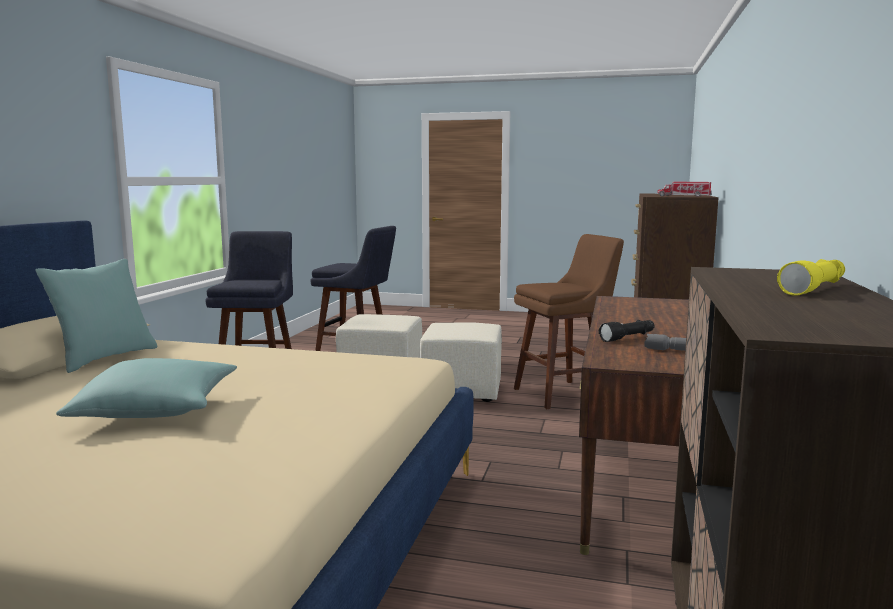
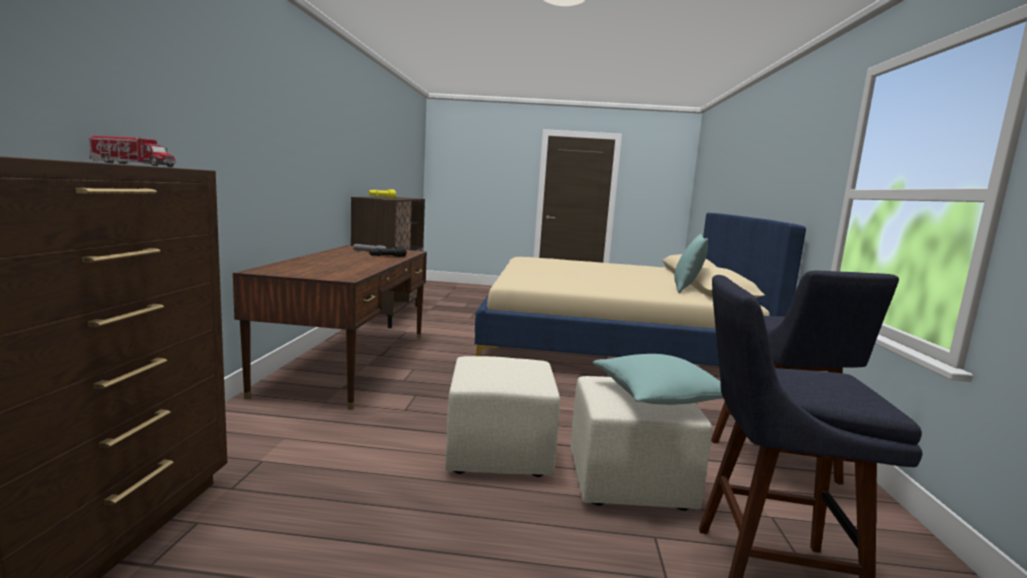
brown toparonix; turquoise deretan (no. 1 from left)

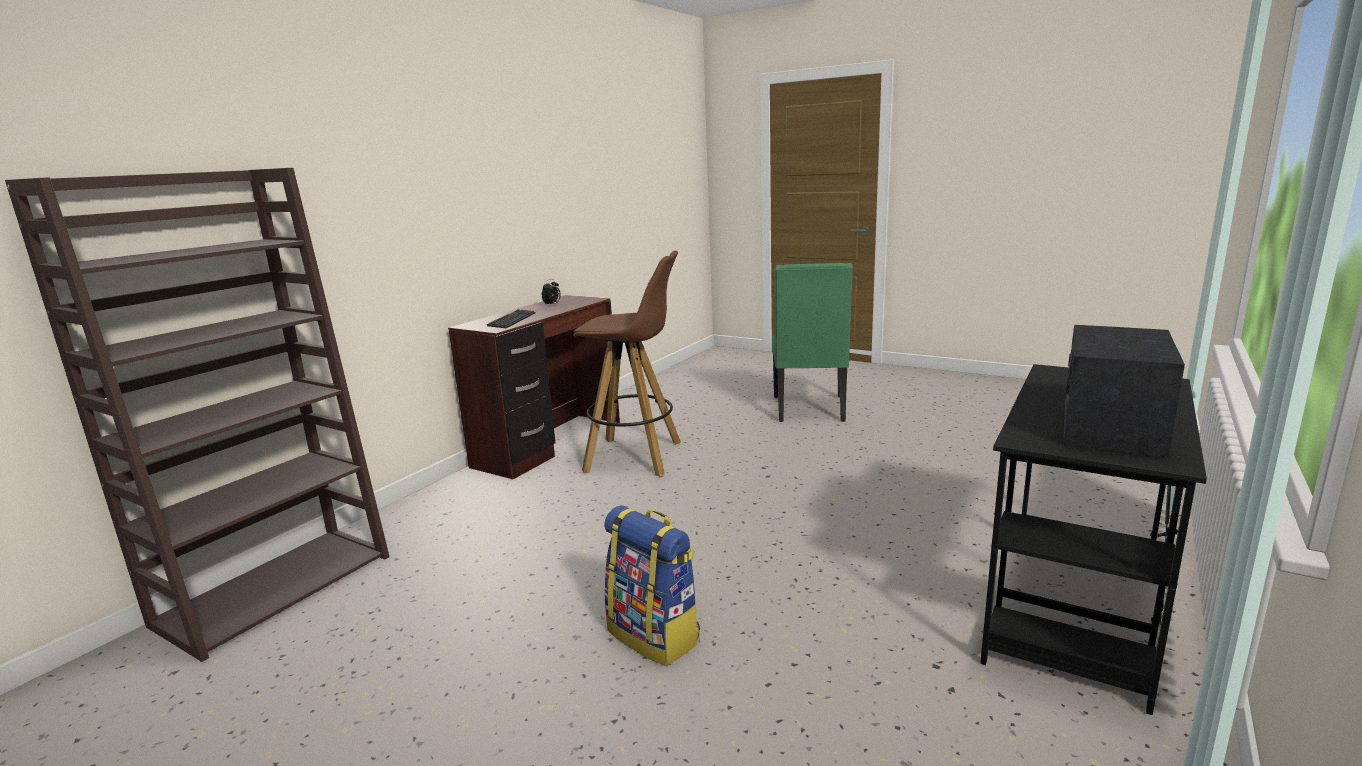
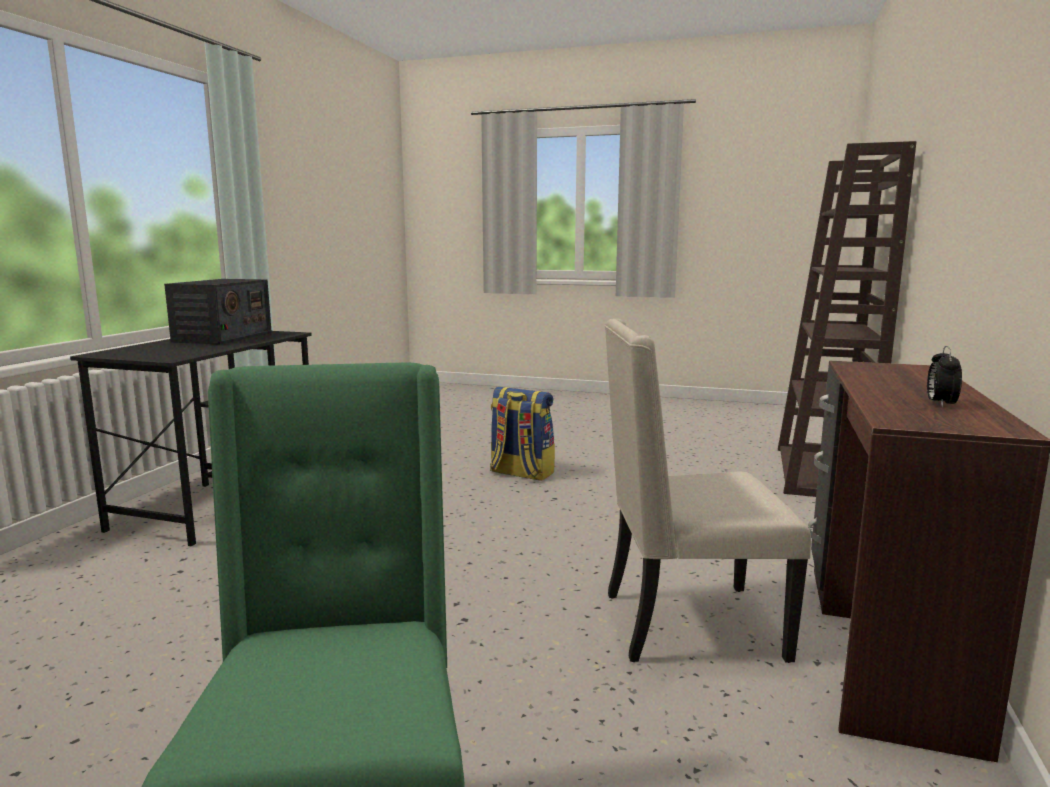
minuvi; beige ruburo

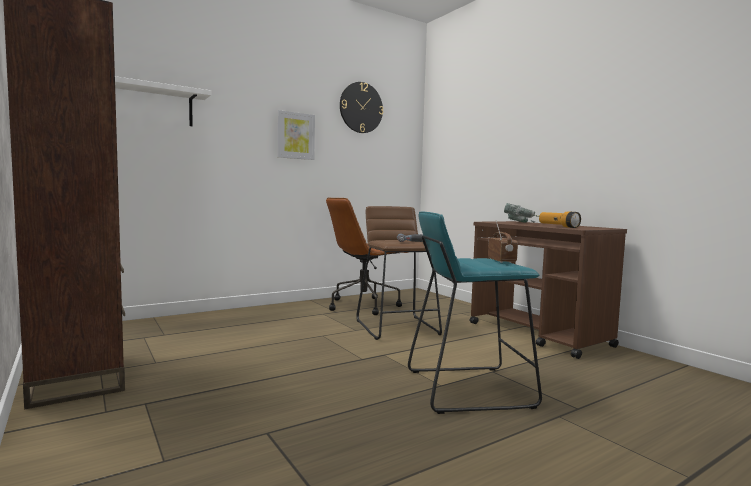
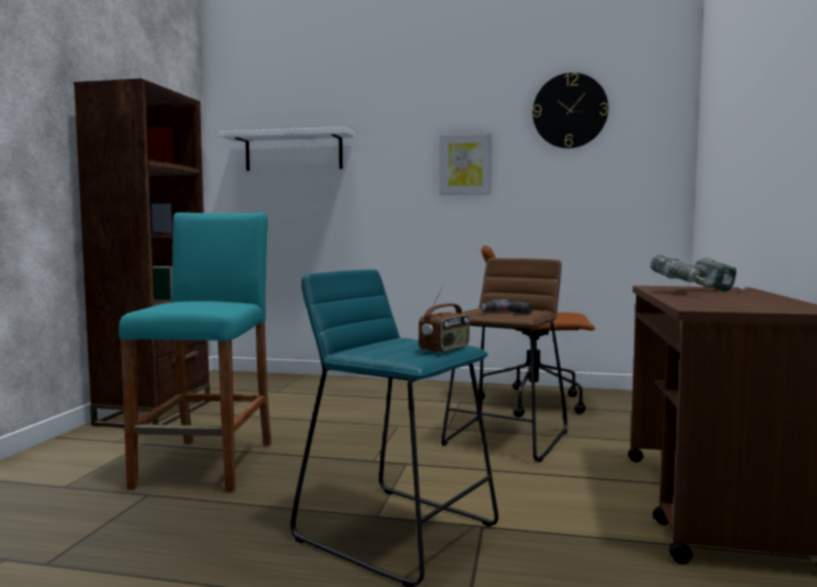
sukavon; turquoise toparonix (no. 1 from left)

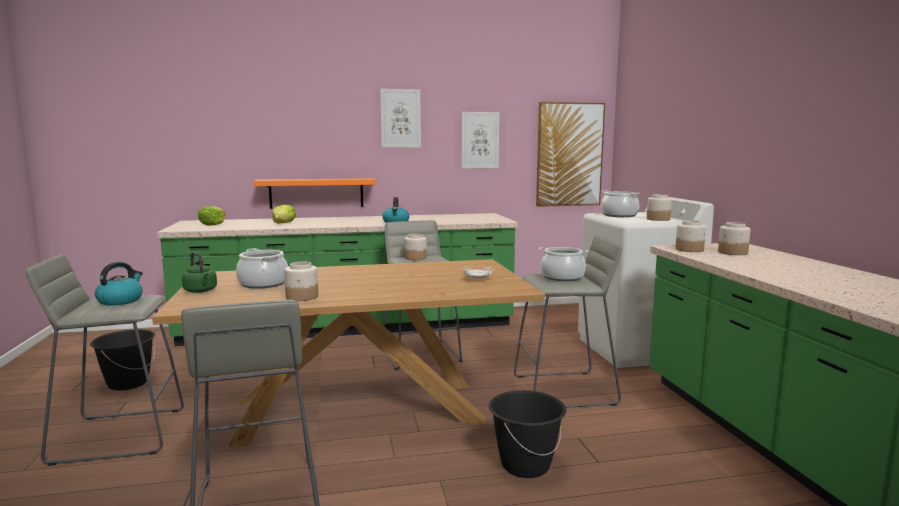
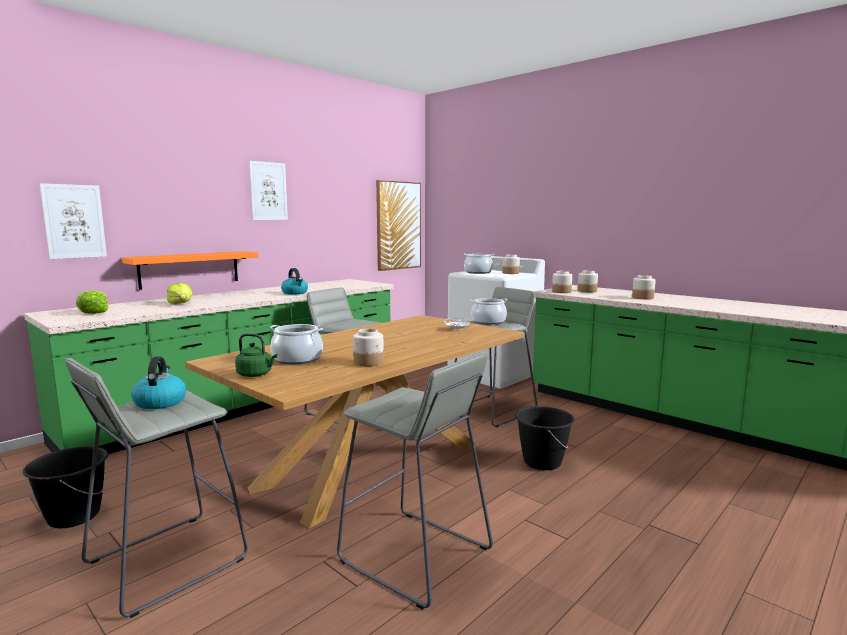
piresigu (no. 5 from left); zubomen (no. 1 from left)

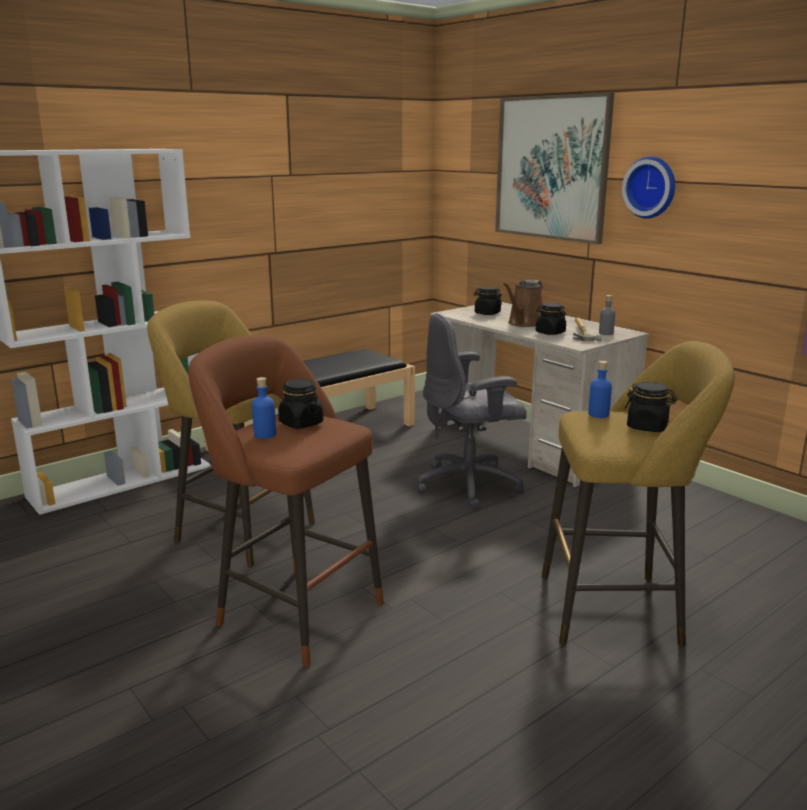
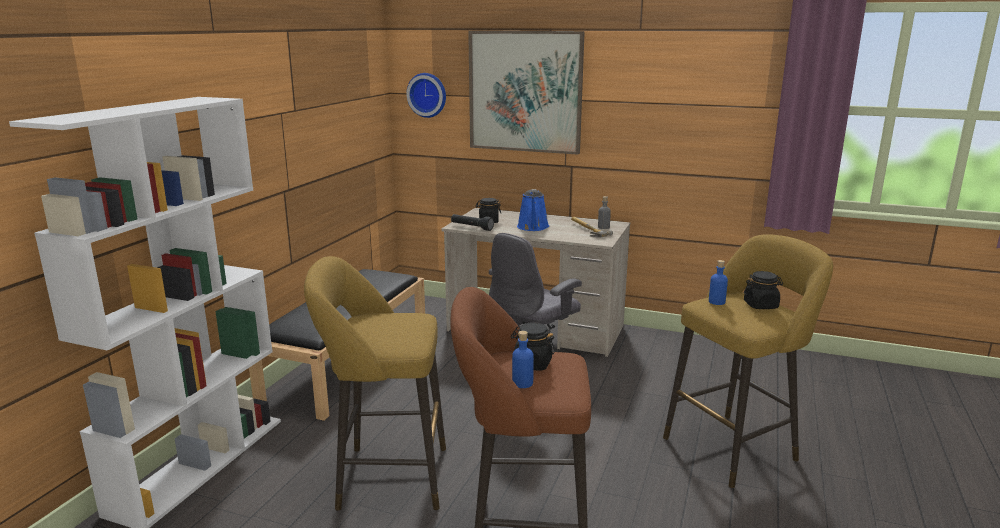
black piresigu (no. 3 from left in the first image); black sukavon; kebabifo; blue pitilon

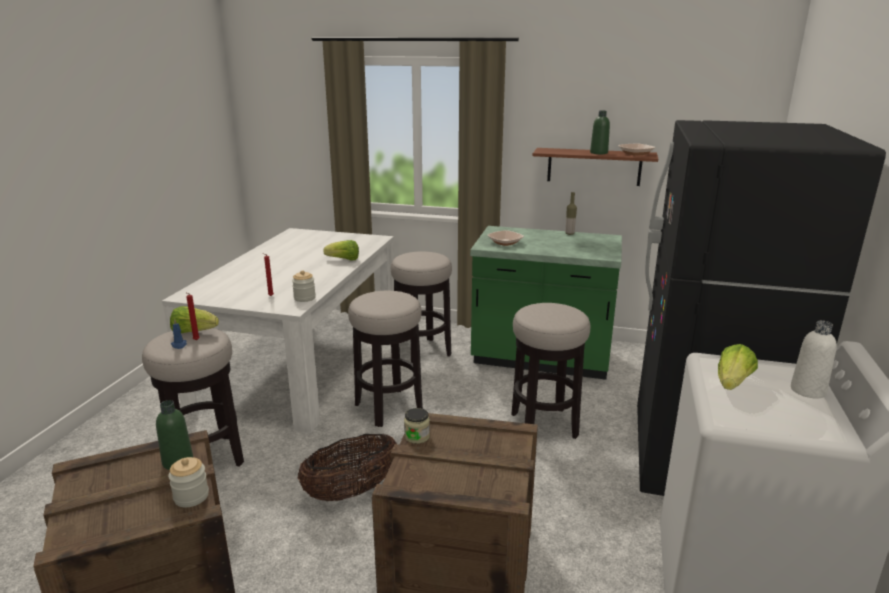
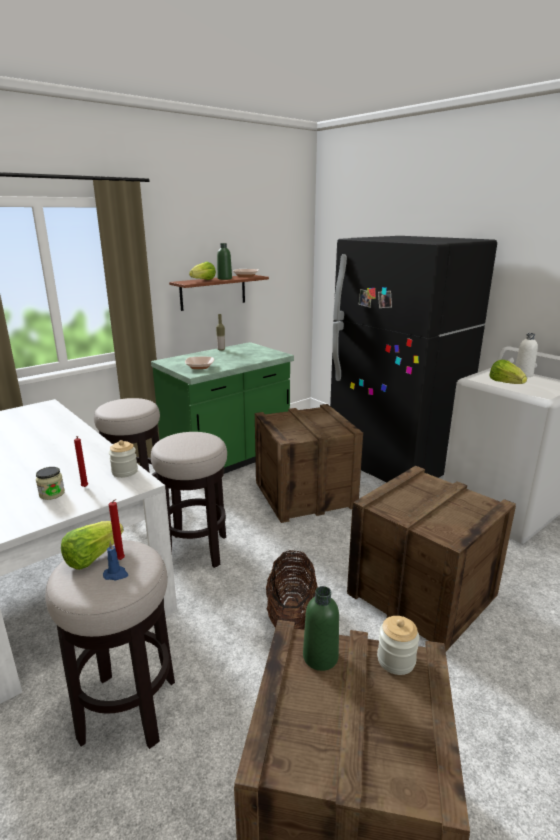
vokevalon (no. 2 from left); piresigu (no. 1 from left); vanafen (no. 1 from left)

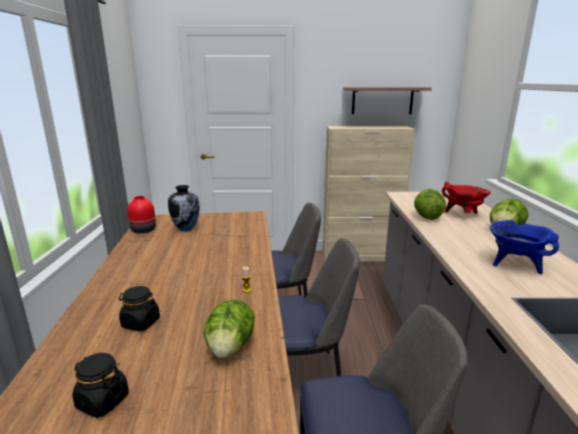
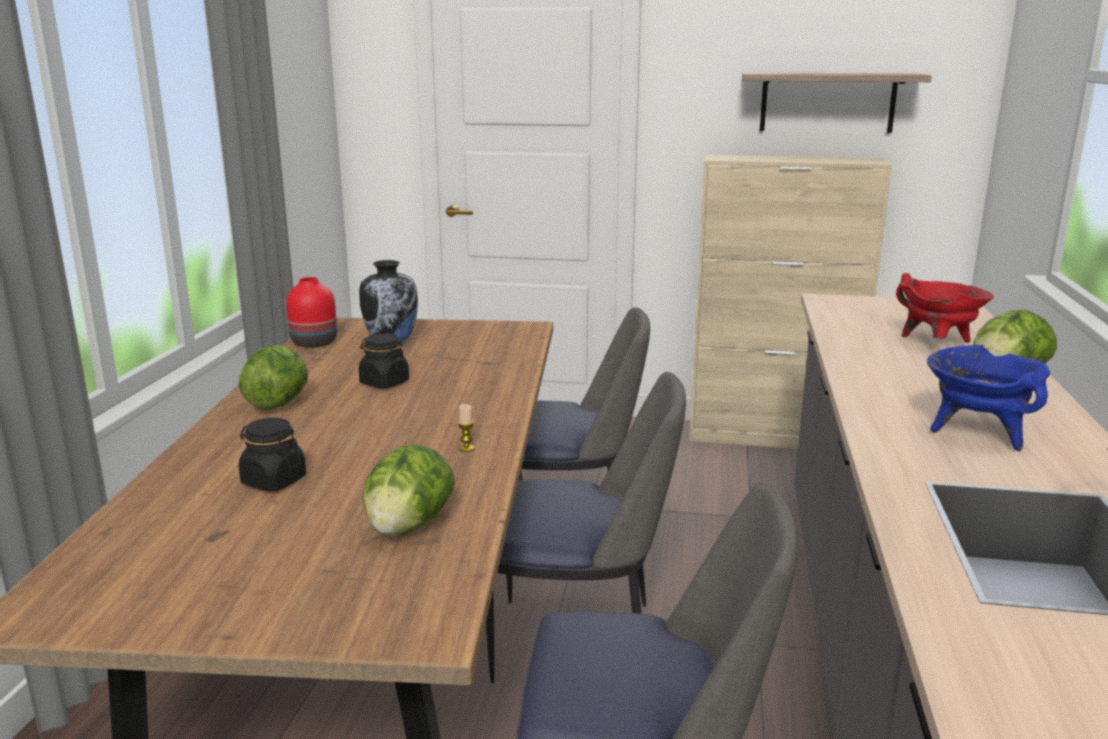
black piresigu (no. 2 from left); vokevalon (no. 1 from left)

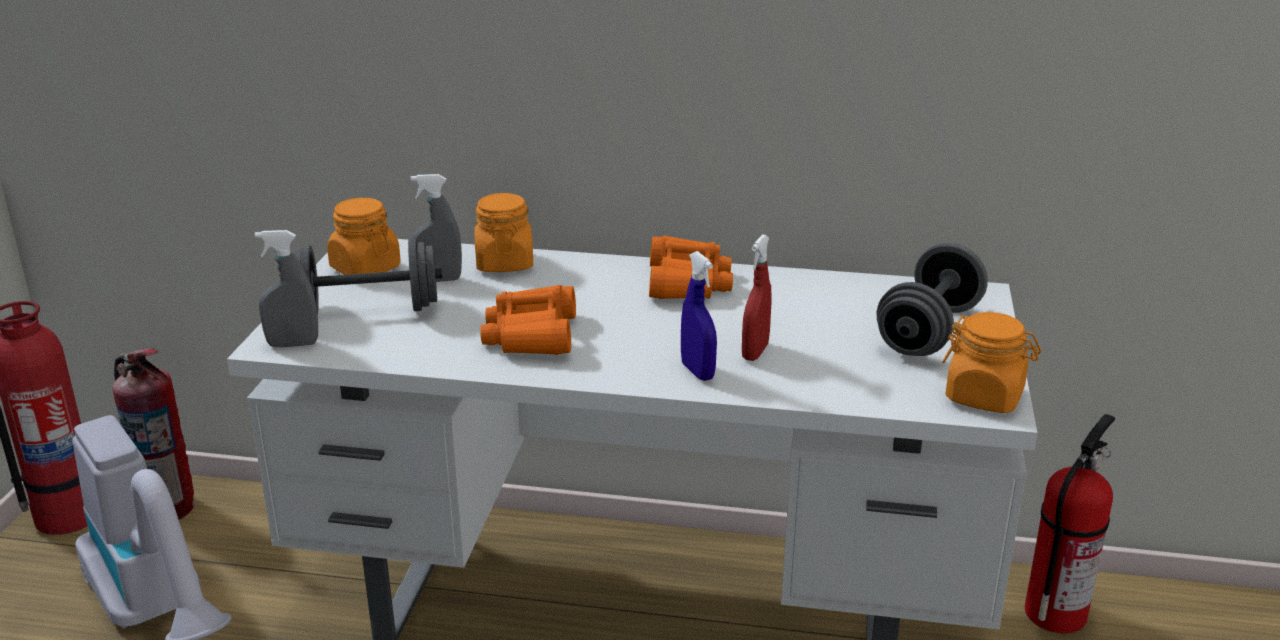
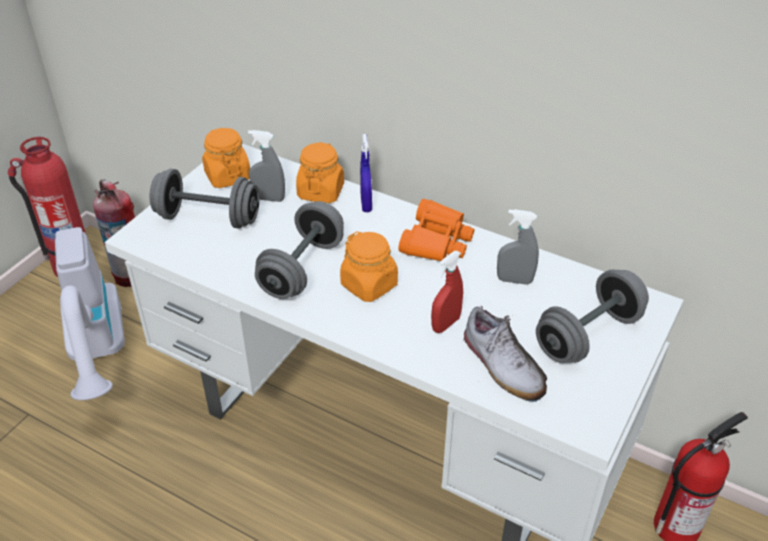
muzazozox; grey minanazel (no. 2 from left); blue minanazel; orange piresigu (no. 3 from left); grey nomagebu (no. 2 from left)

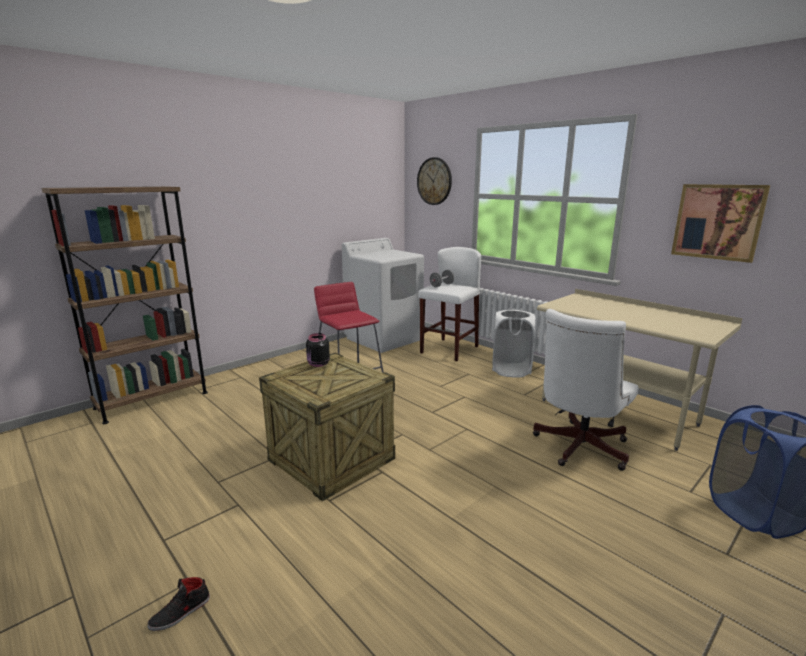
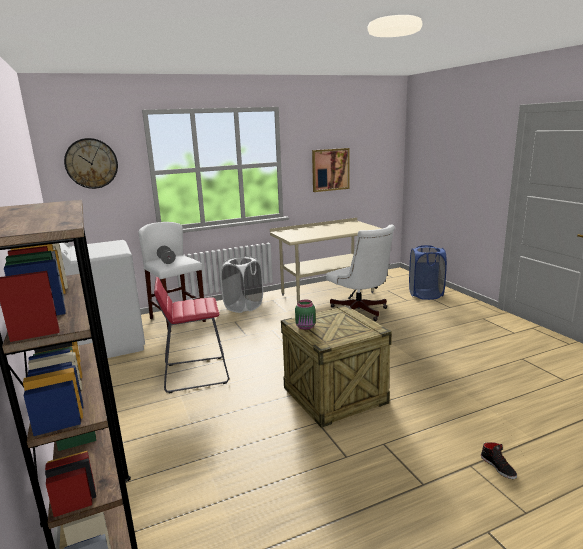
green piresigu

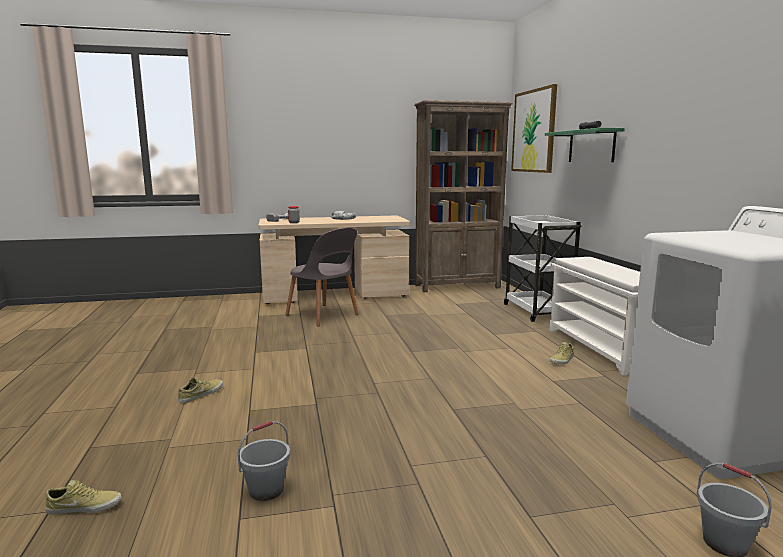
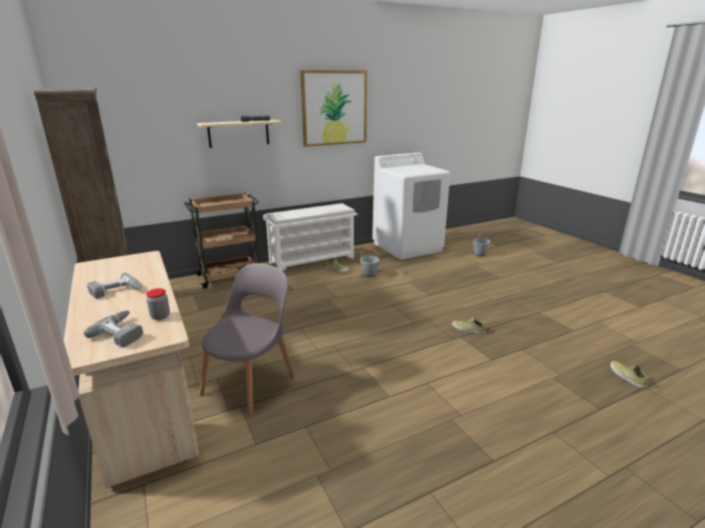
beige muzazozox (no. 2 from left); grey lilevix (no. 1 from left); zubomen; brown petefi; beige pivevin

